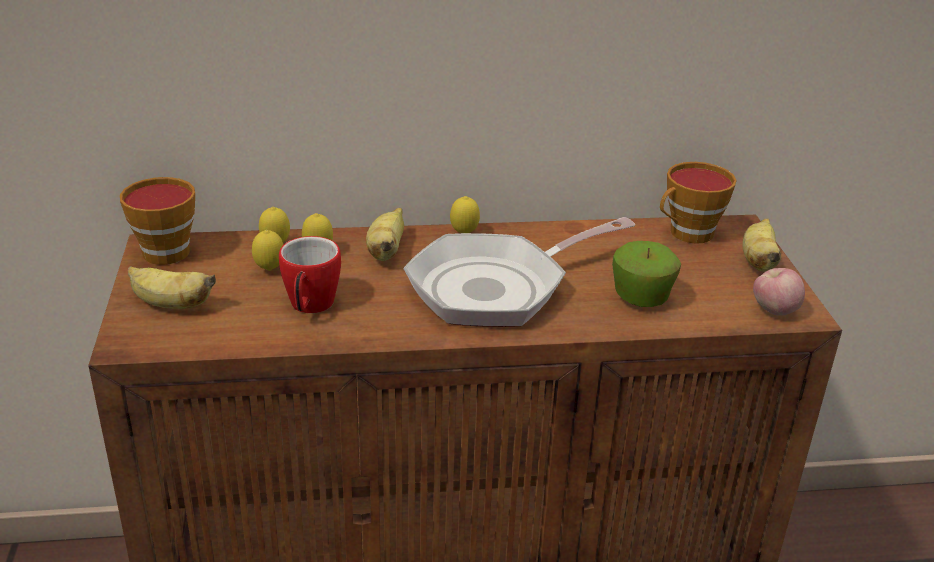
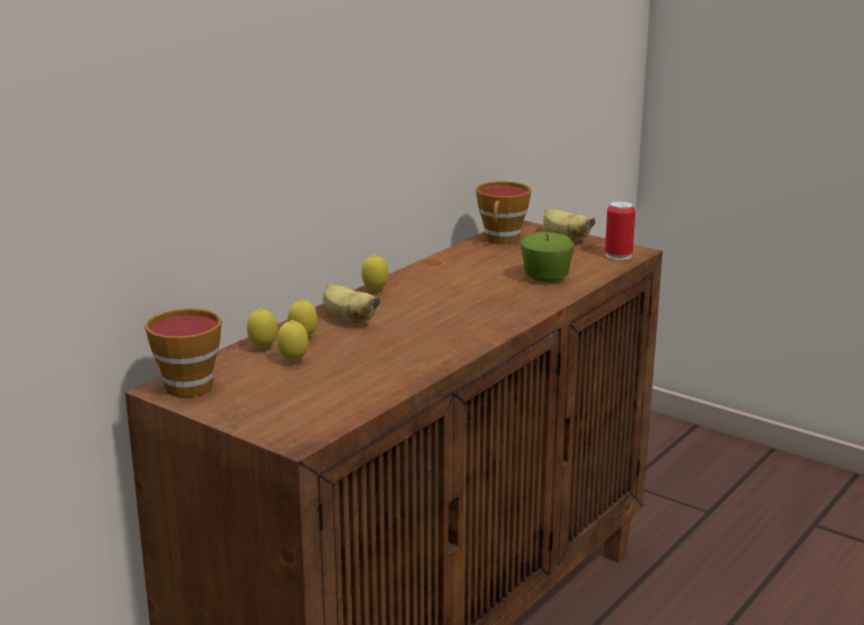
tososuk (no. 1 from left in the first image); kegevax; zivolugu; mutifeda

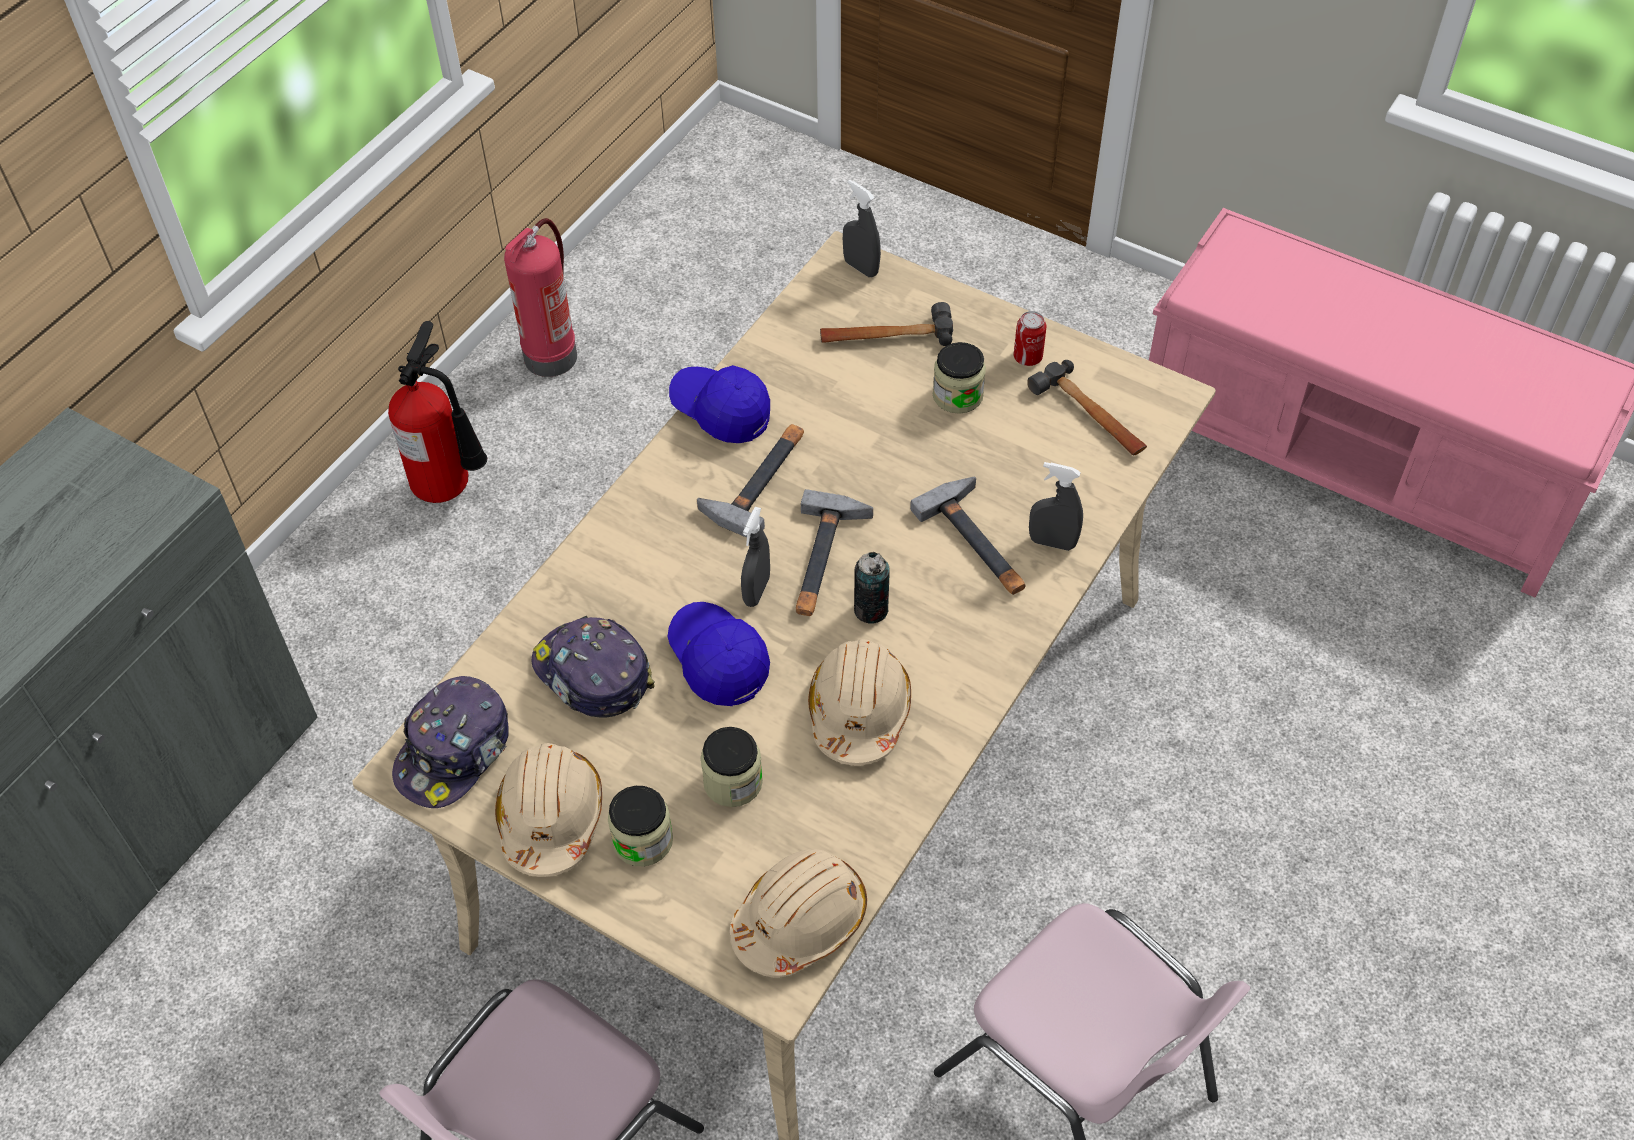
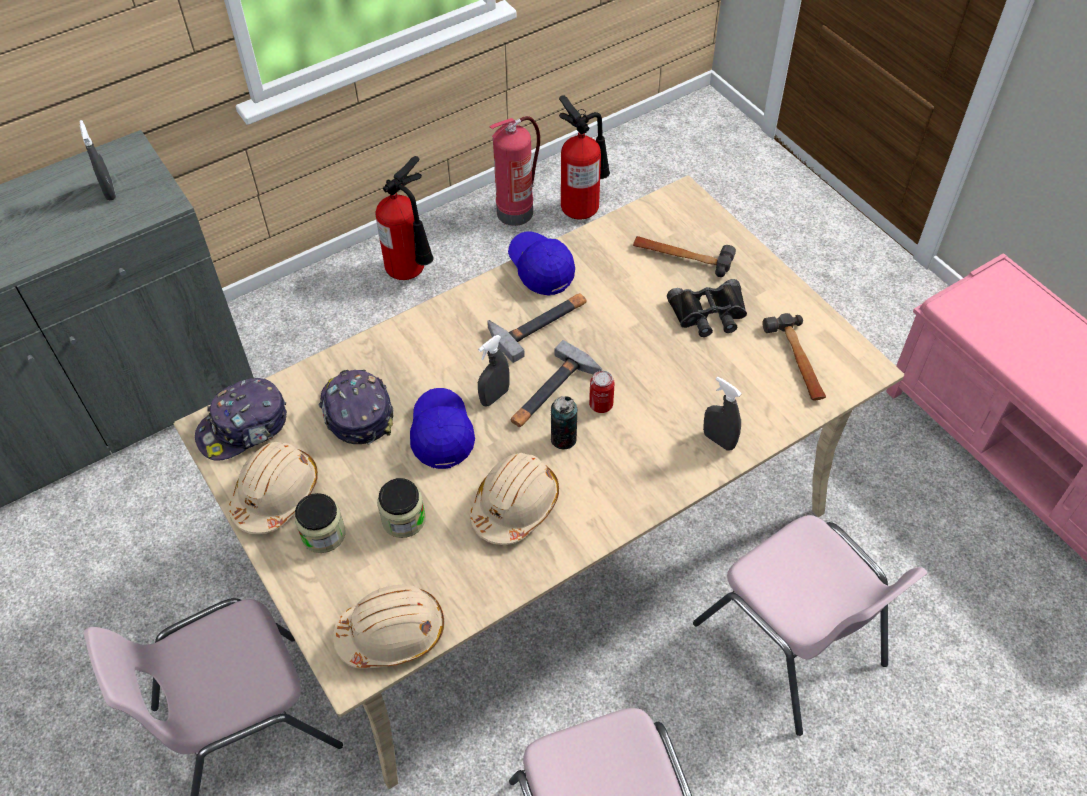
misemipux (no. 4 from left in the first image); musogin (no. 3 from left); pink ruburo (no. 3 from left); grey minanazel (no. 1 from left); mutifeda (no. 2 from left); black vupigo

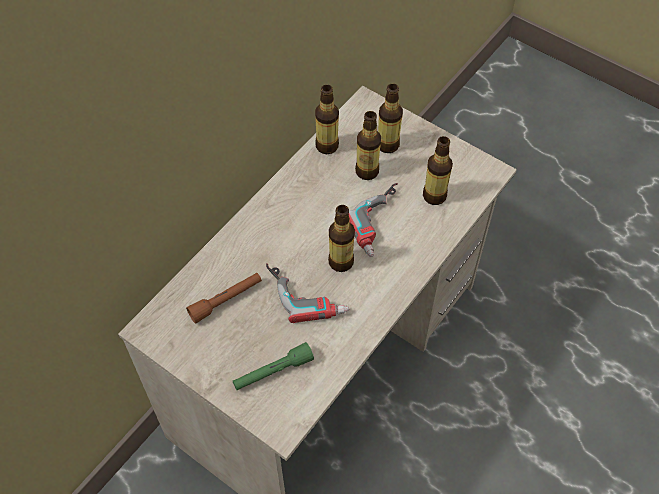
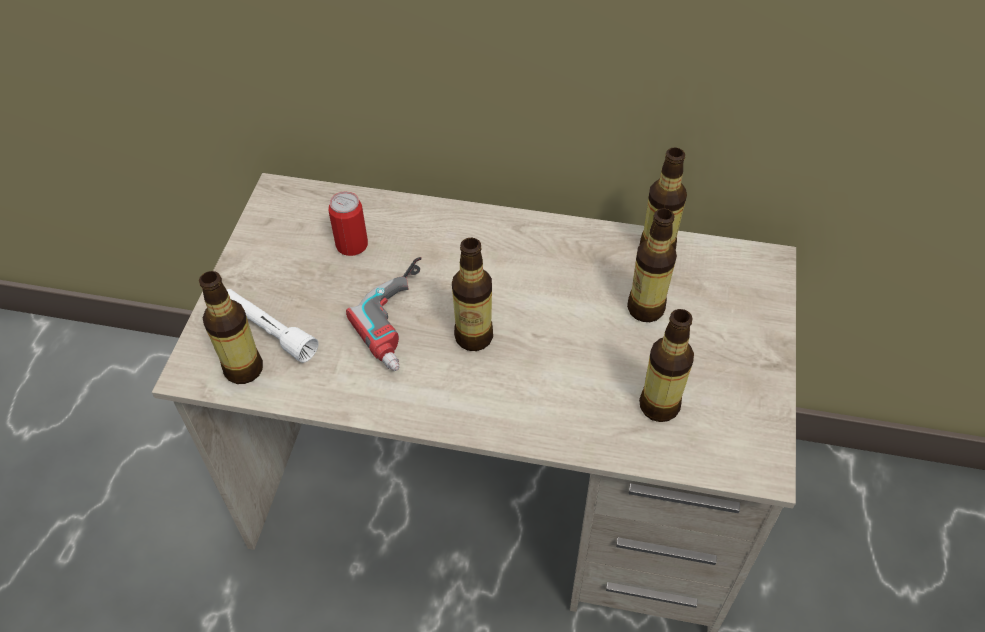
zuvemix (no. 2 from left in the first image); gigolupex (no. 1 from left); mutifeda; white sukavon

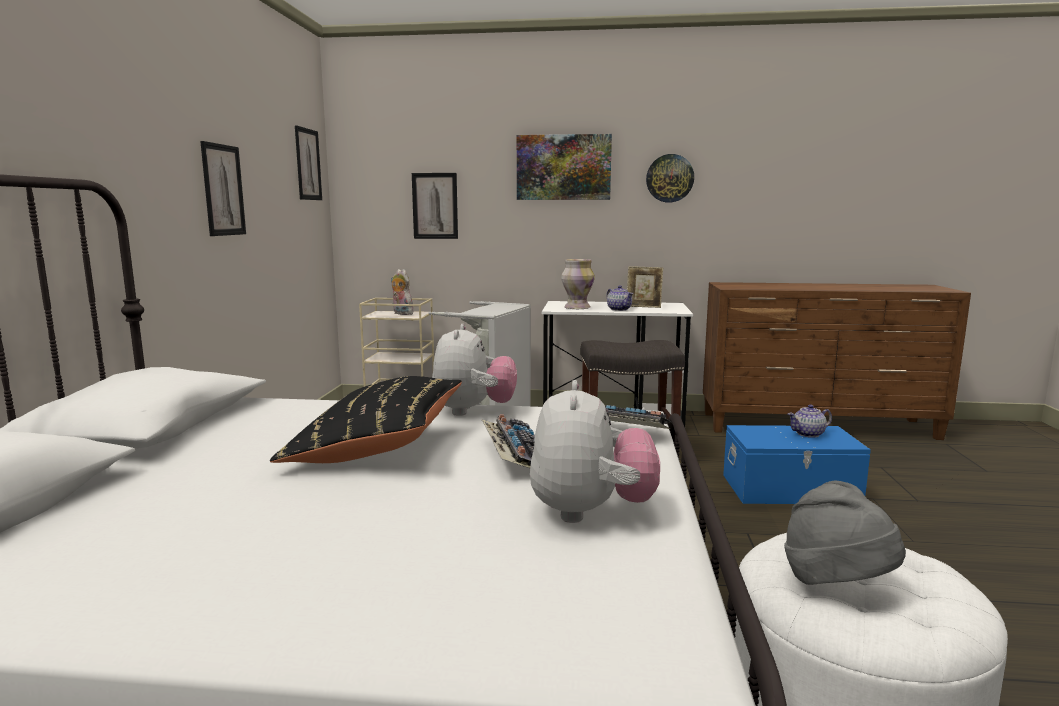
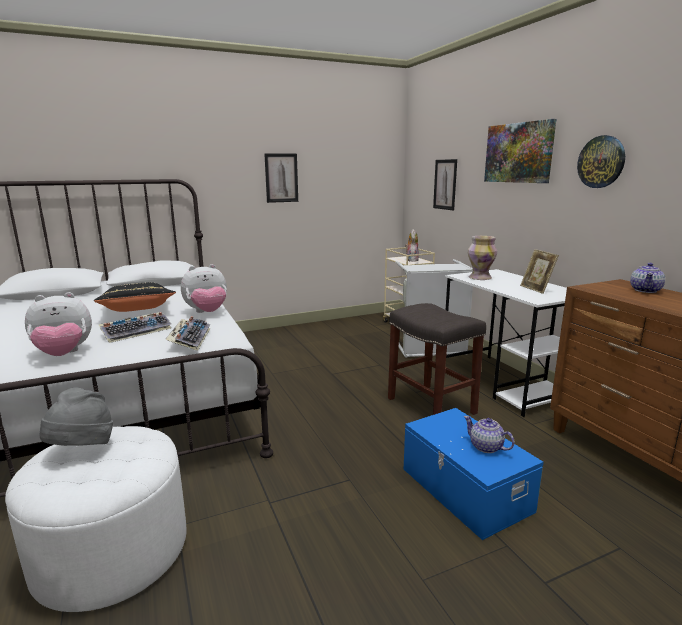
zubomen (no. 2 from left in the first image); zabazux (no. 2 from left)

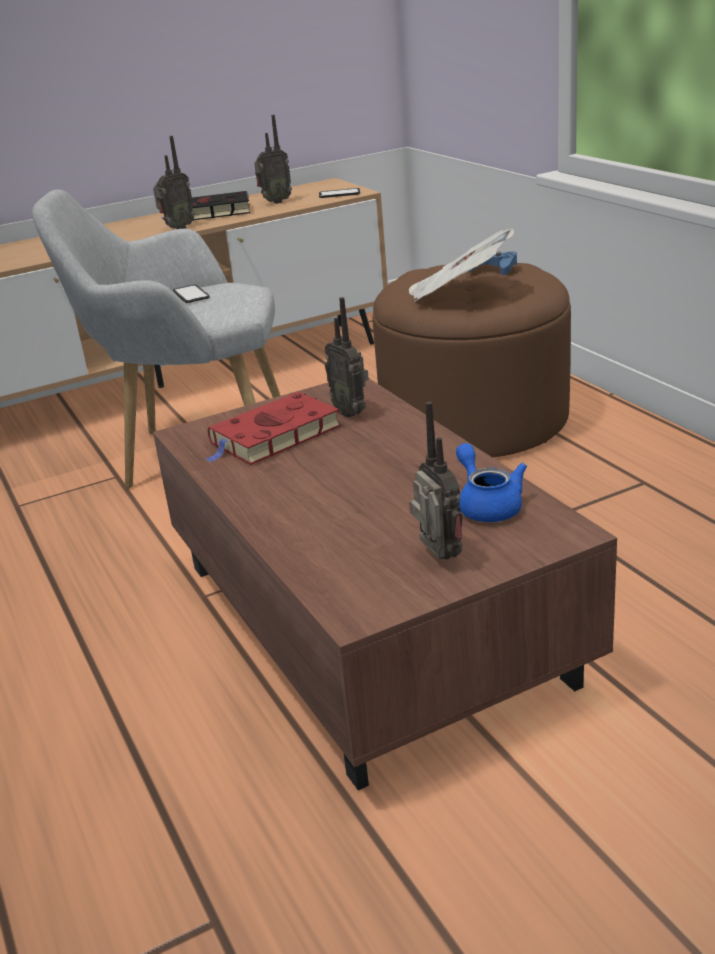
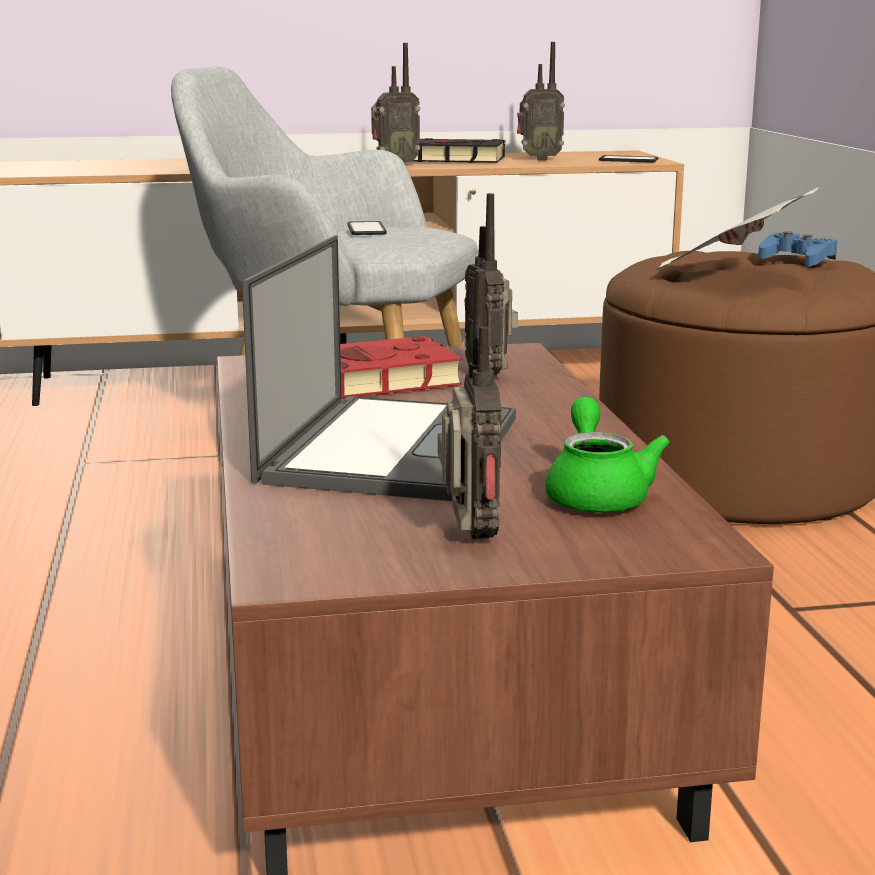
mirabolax; green zabazux

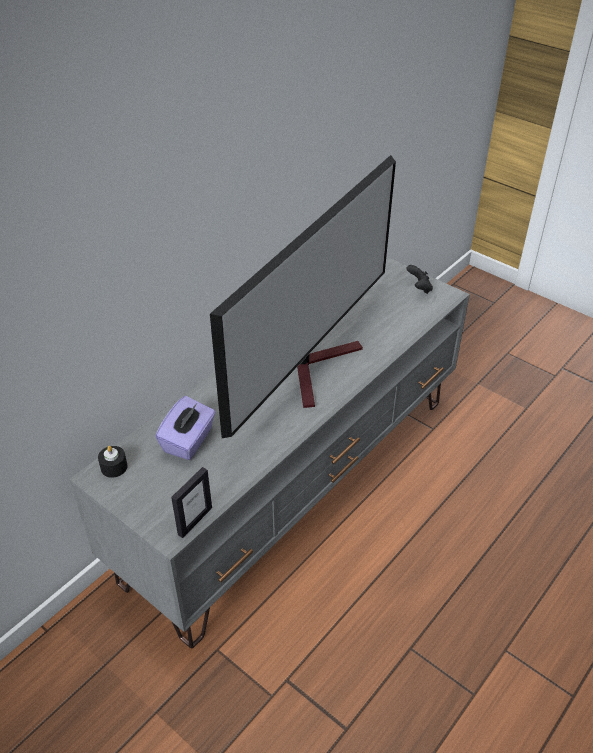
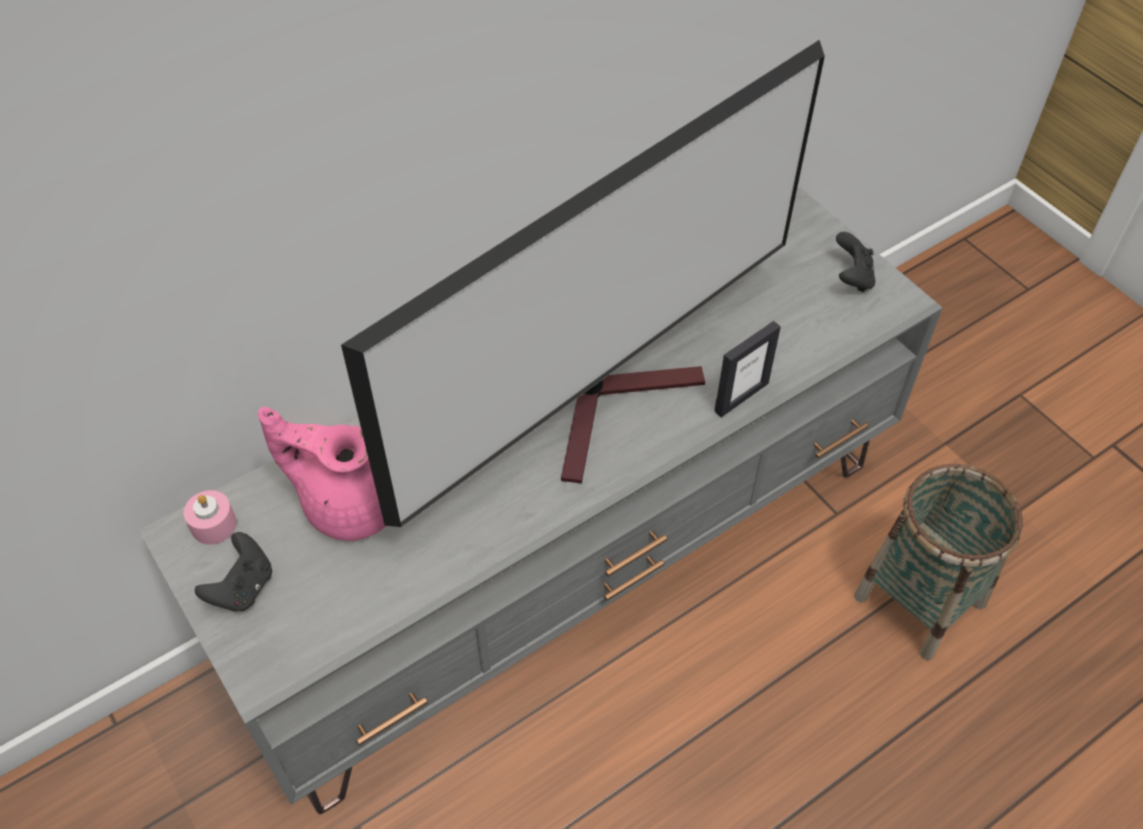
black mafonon (no. 1 from left); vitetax; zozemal; pink zabazux; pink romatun

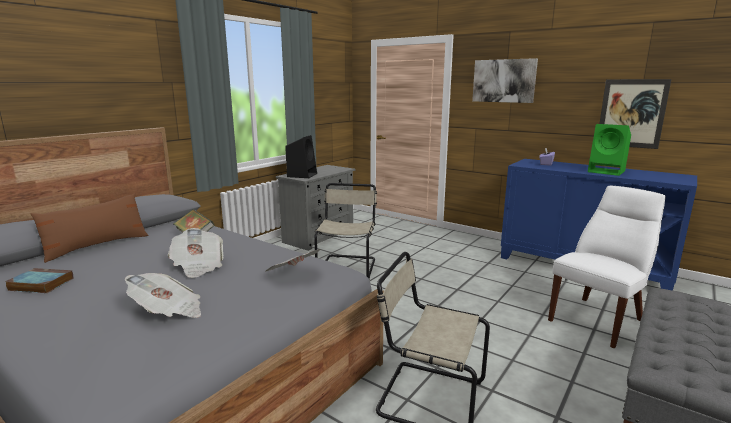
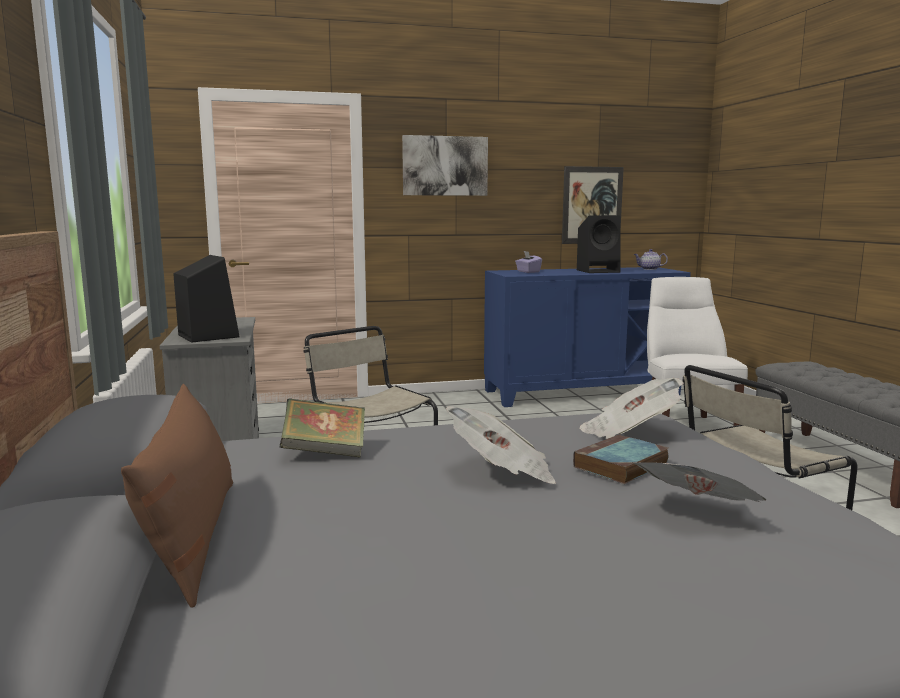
zabazux; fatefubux (no. 2 from left); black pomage (no. 2 from left)

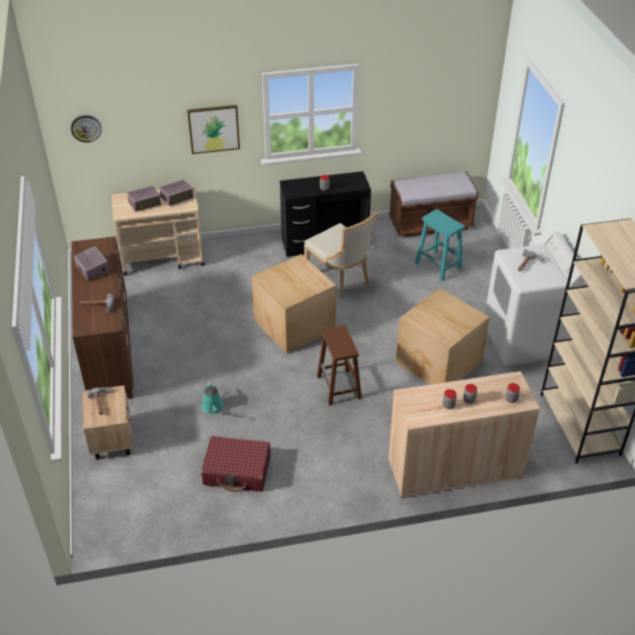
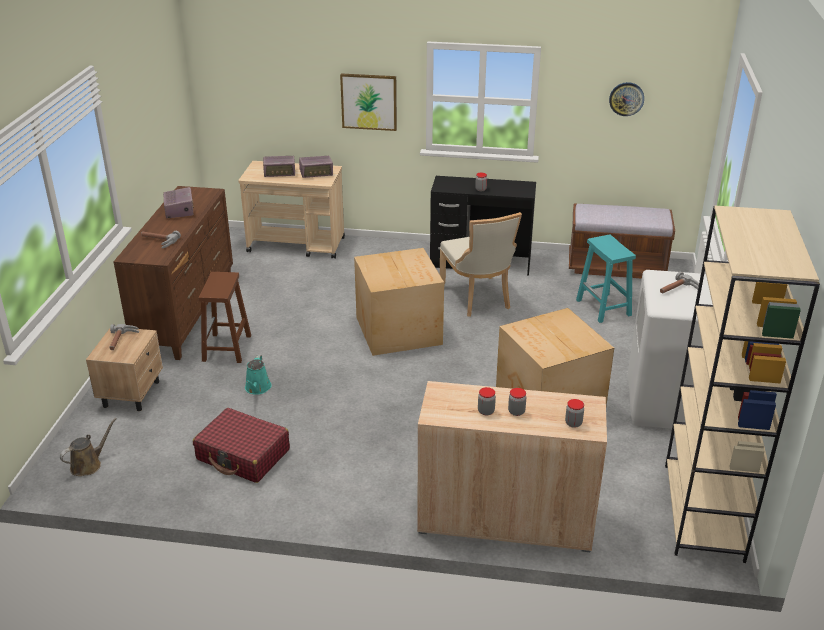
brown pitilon; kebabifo; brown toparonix

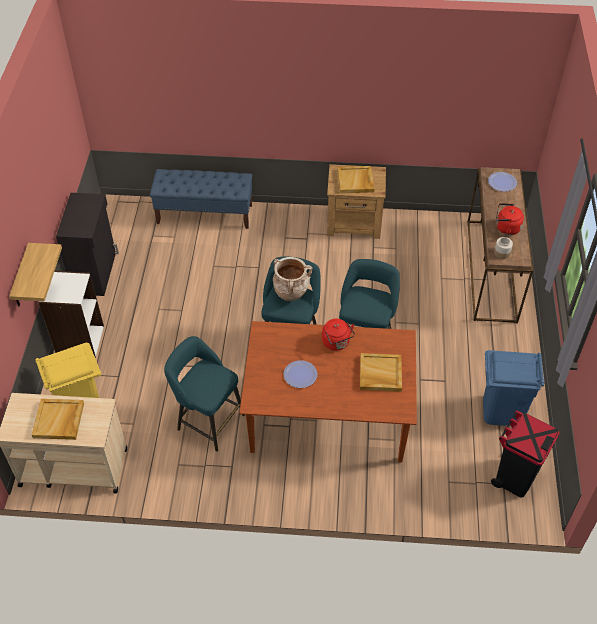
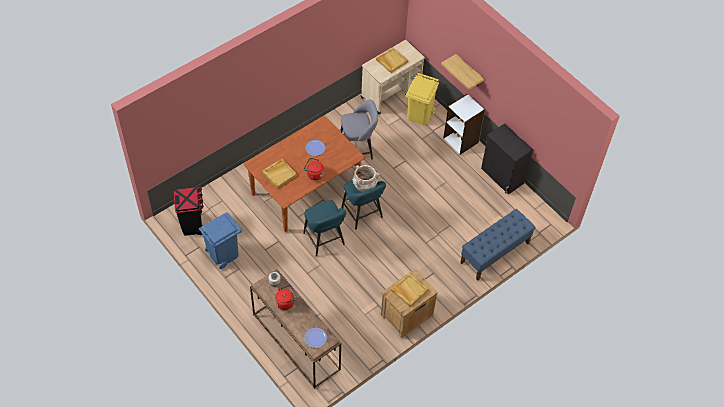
grey toparonix

